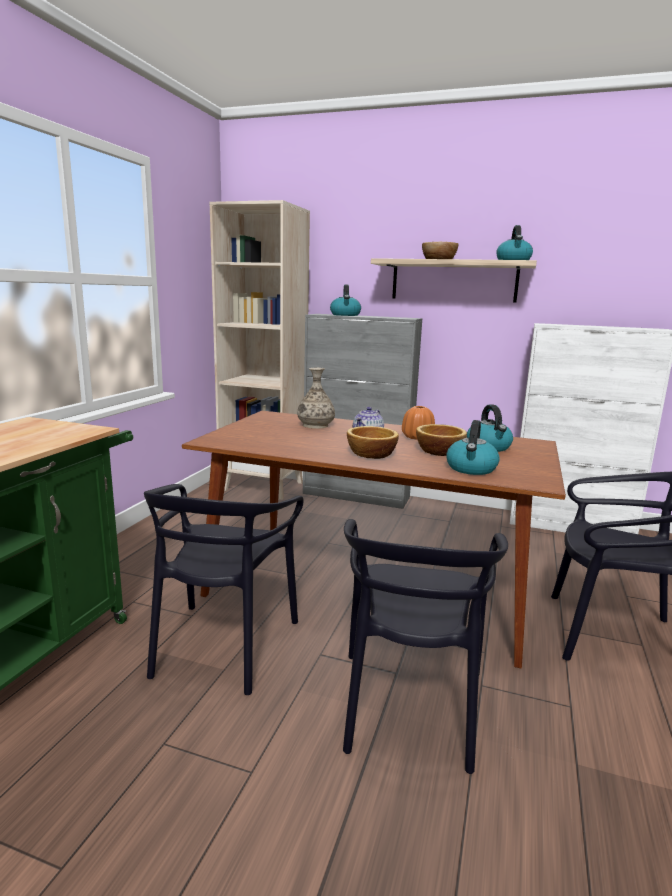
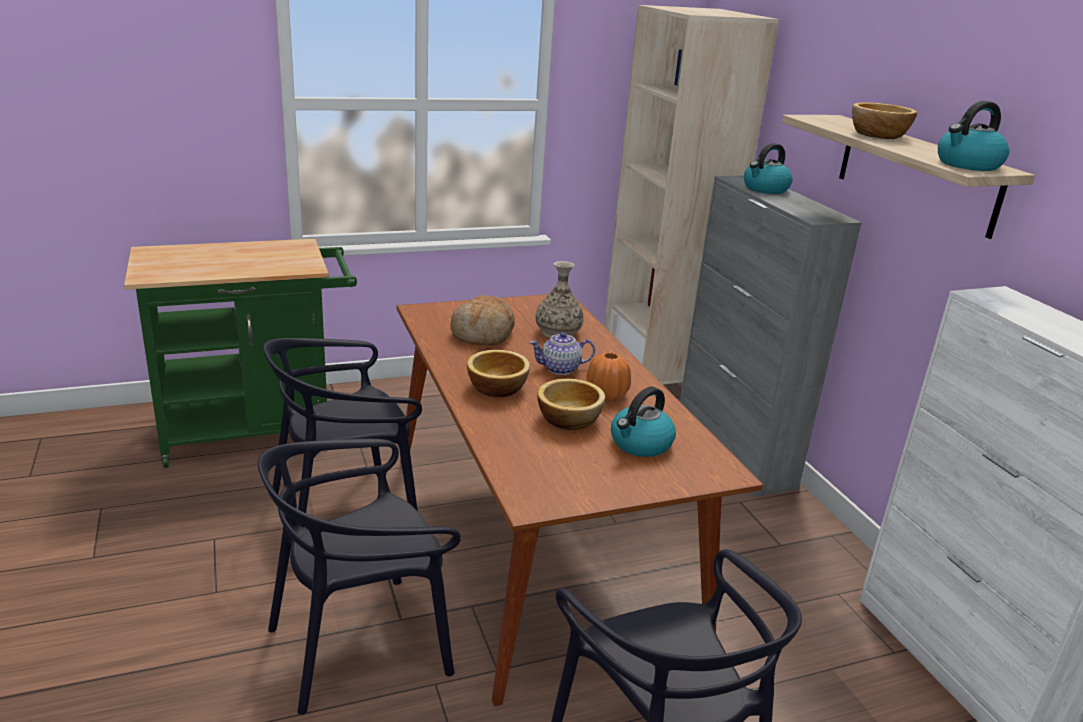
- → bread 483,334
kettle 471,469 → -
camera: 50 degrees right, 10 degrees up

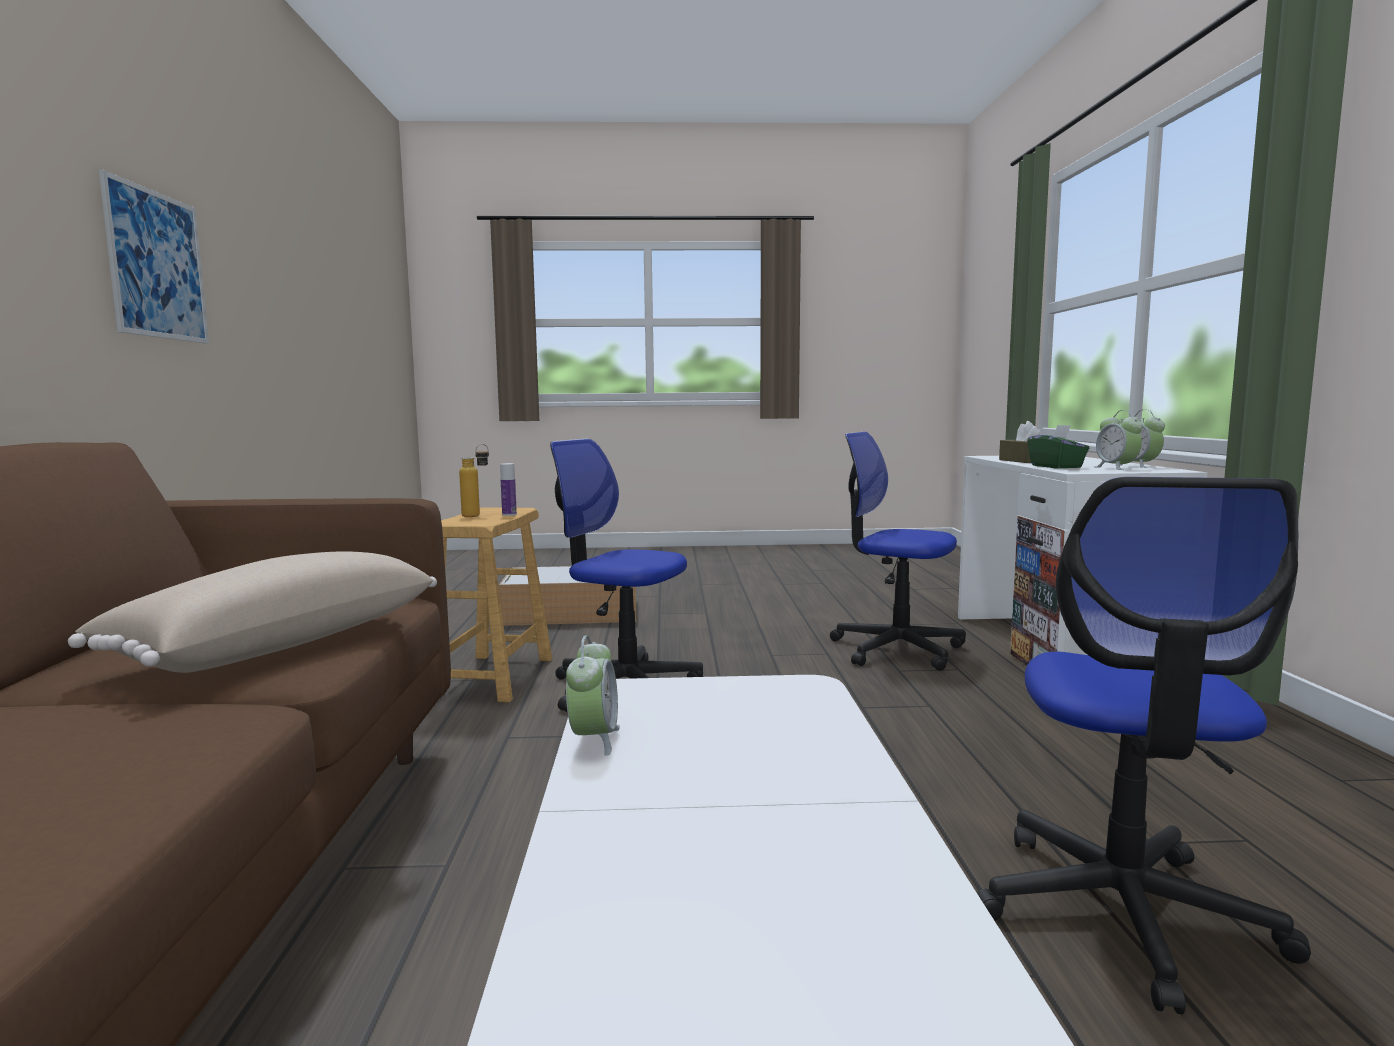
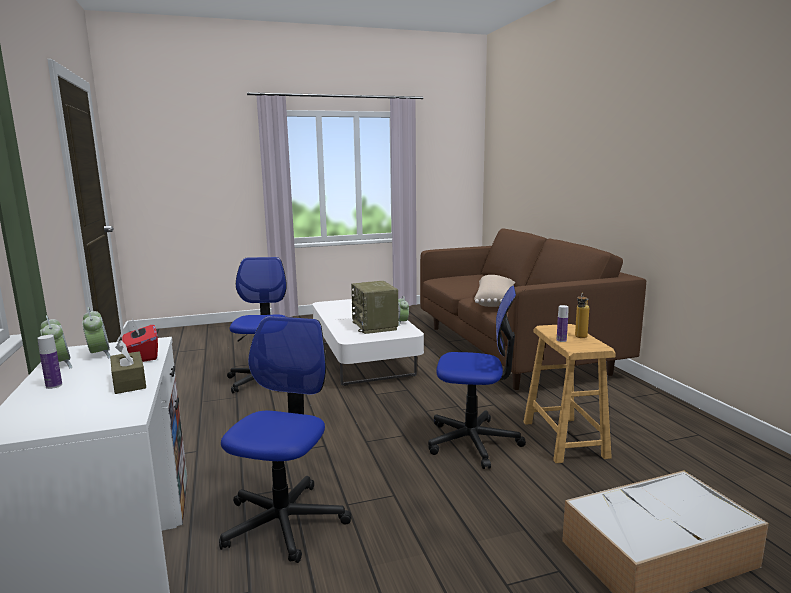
- → bottle 54,385
green tissue box 1056,467 → red tissue box 142,356
office chair 896,649 → office chair 284,522, 90 degrees counterclockwise
- → radio 375,326
picture 157,265 → -
camera: 165 degrees right, 5 degrees up

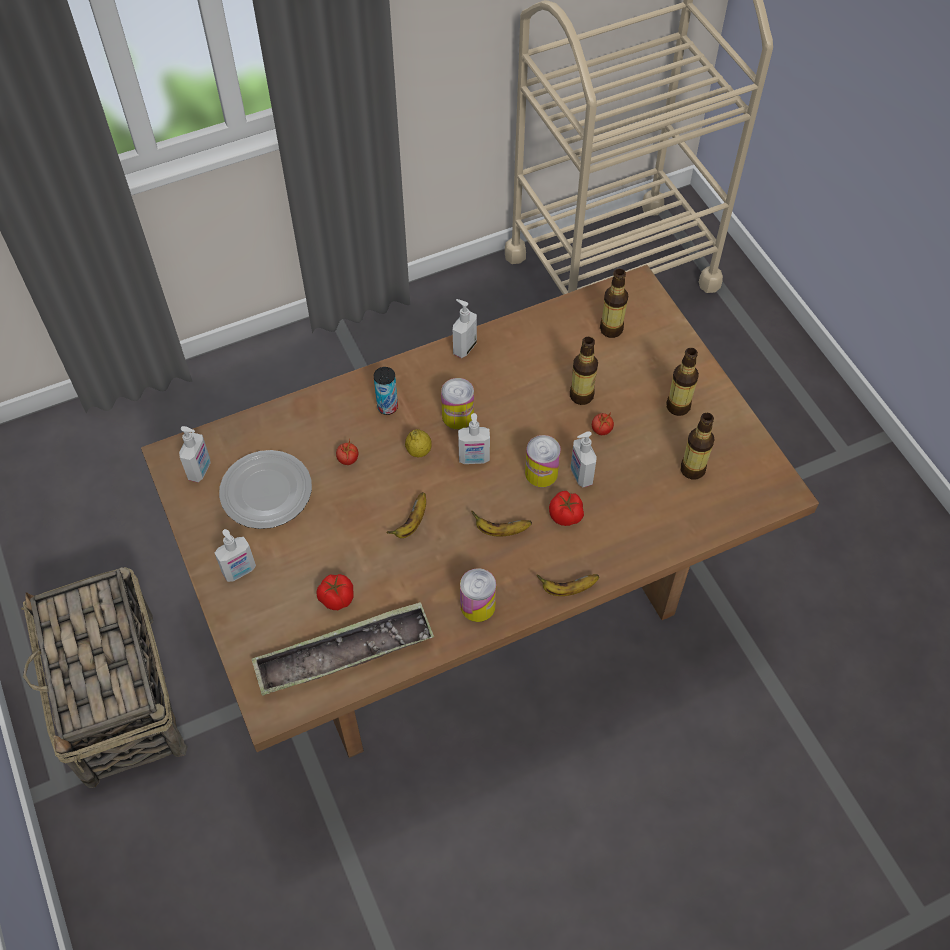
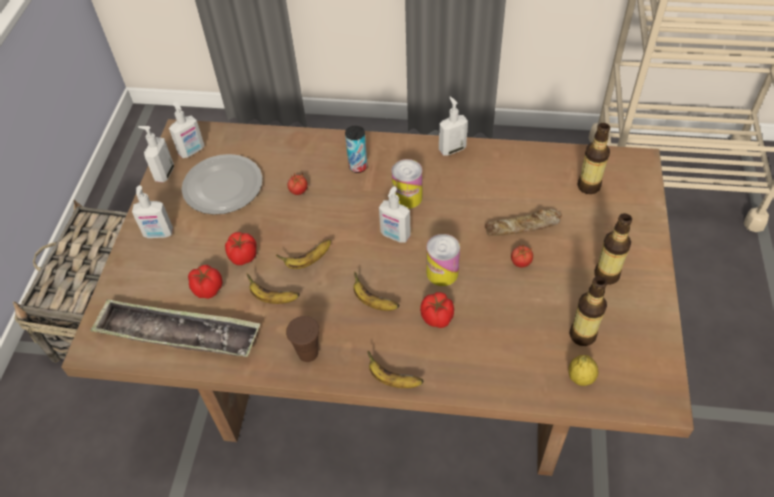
soap dispenser 580,475 → soap dispenser 164,173, move
- → tomato 243,256
- → banana 273,298
can 477,606 → brown cup 308,353
bottle 581,395 → bread 523,227
lemon 419,451 → lemon 580,378, move
camera: 35 degrees right, 5 degrees down

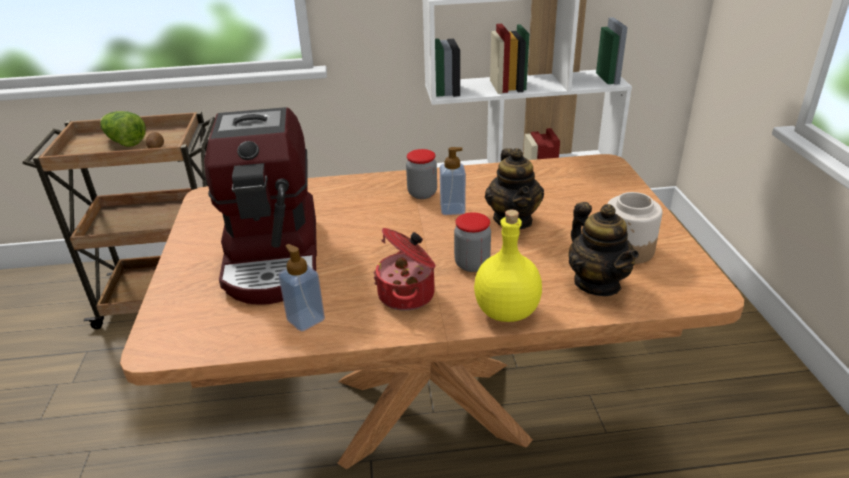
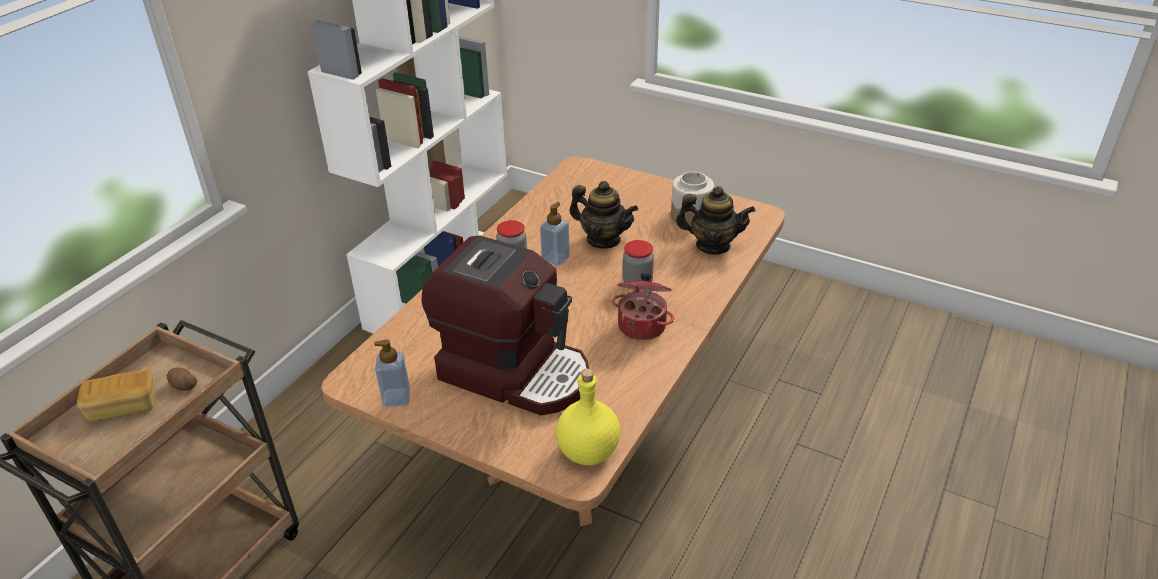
lettuce 124,141 → bread 123,407
soap dispenser 305,319 → soap dispenser 396,398, move
yellow bottle 507,312 → yellow bottle 589,451, move
camera: 55 degrees left, 5 degrees up

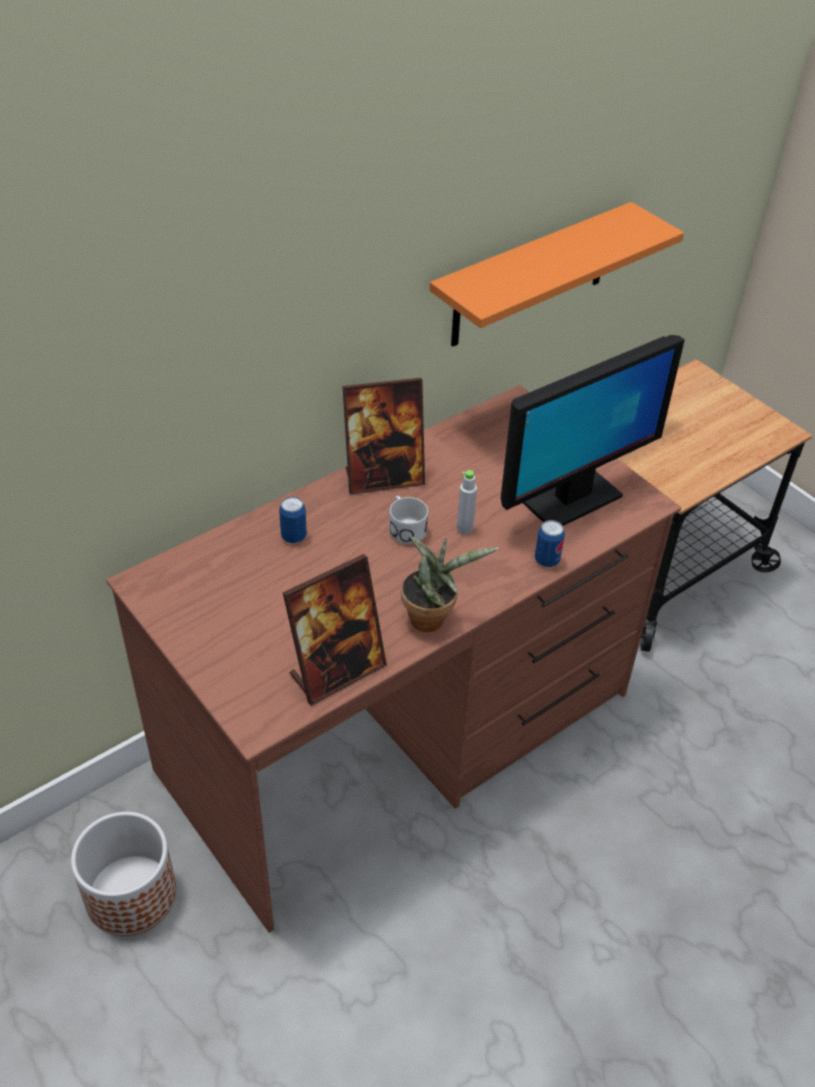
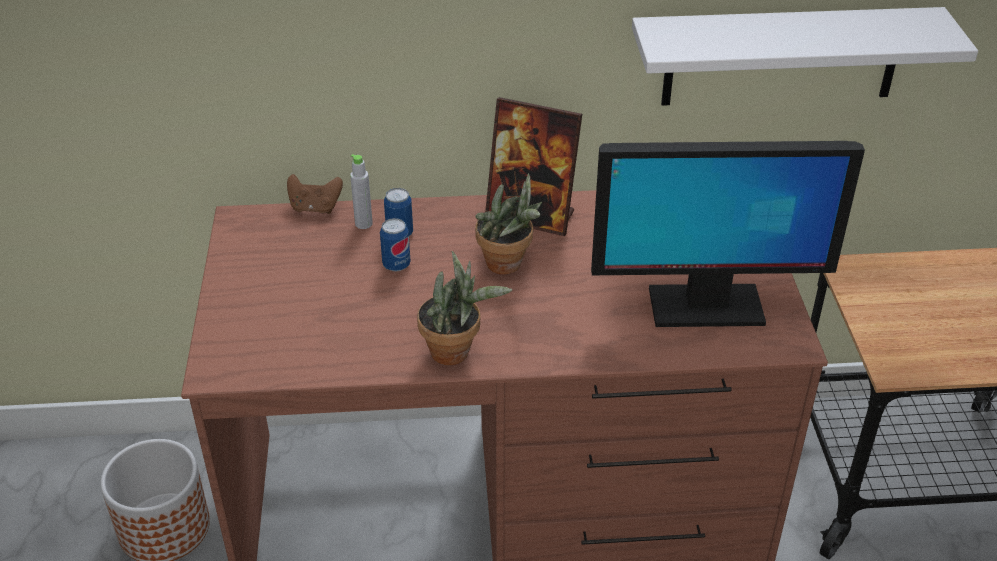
- → brown game controller 315,208
grey bottle 464,529 → grey bottle 363,224, move
can 547,560 → can 396,265, move
white mug 405,527 → potted plant 509,265
orange shelf 531,276 → white shelf 782,56
picture frame 337,671 → -
camera: 35 degrees right, 5 degrees down

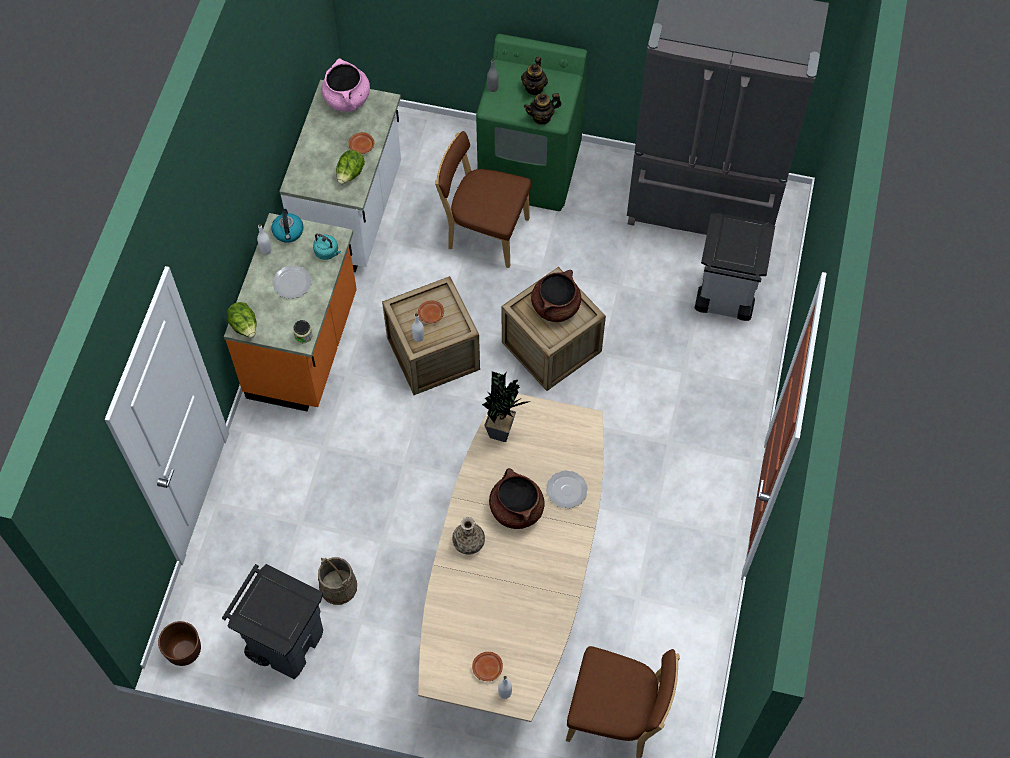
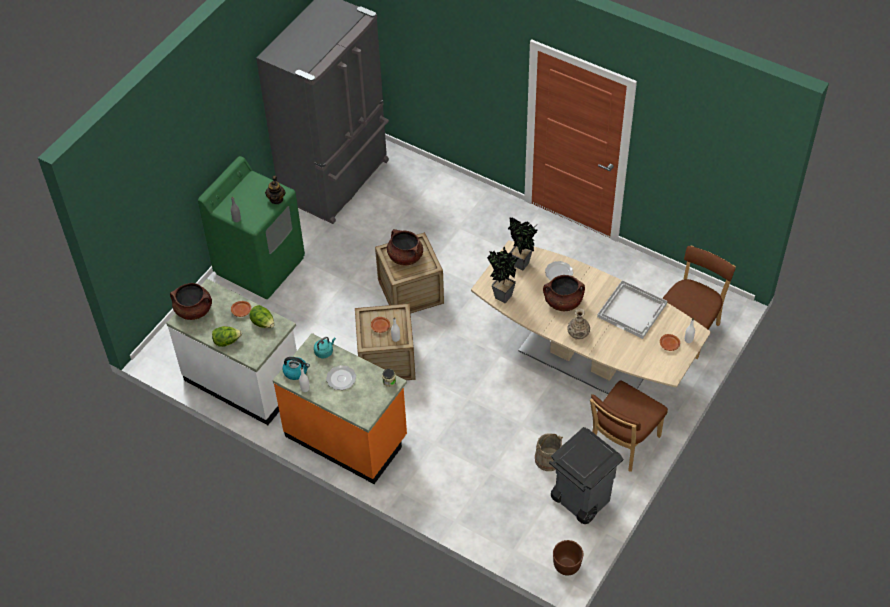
pink cooking pot 347,99 → brown cooking pot 194,310
lettuce 245,326 → lettuce 227,341, move
- → potted plant 522,266
brown chair 484,232 → brown chair 622,443, move
- → white tray 632,310
teapot 534,88 → -
grey trash can 724,298 → -
camera: 70 degrees left, 10 degrees down

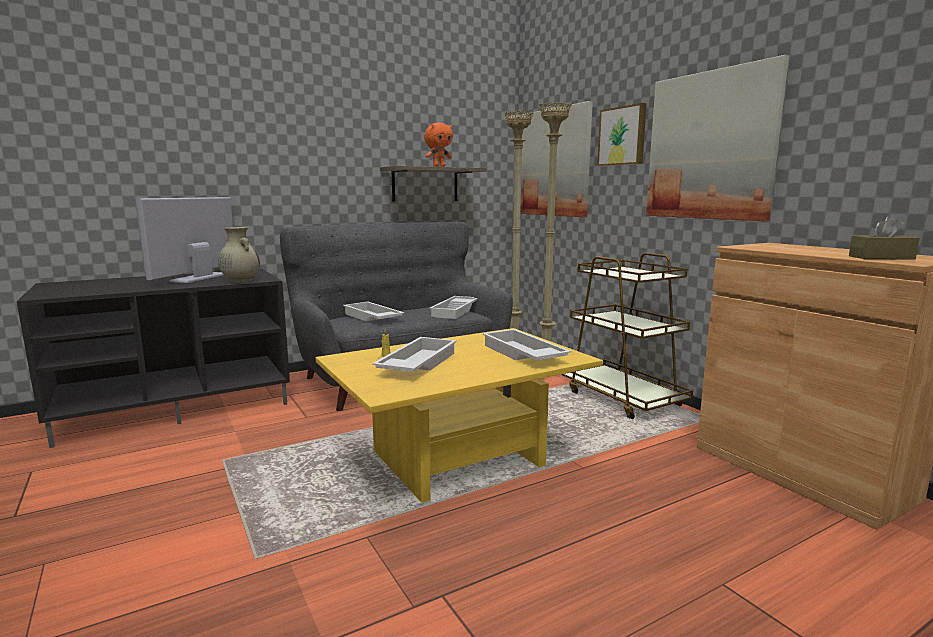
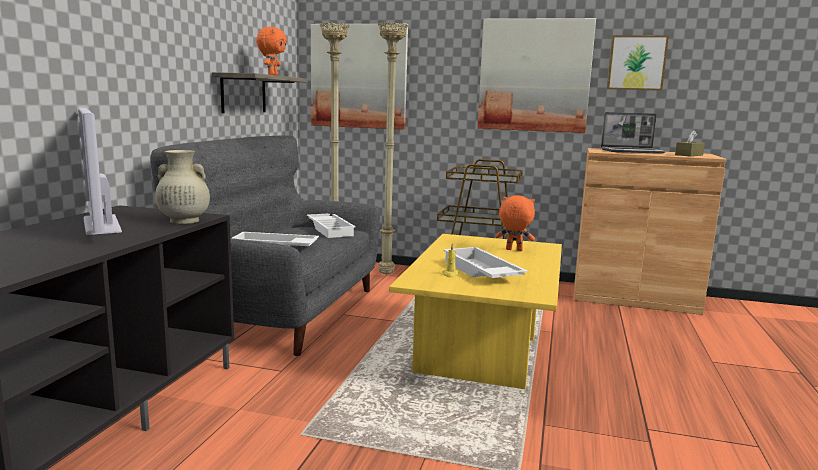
white tray 522,354 → orange plush toy 513,250
- → laptop 632,151
picture 623,136 → picture 636,63, move
camera: 45 degrees left, 0 degrees up

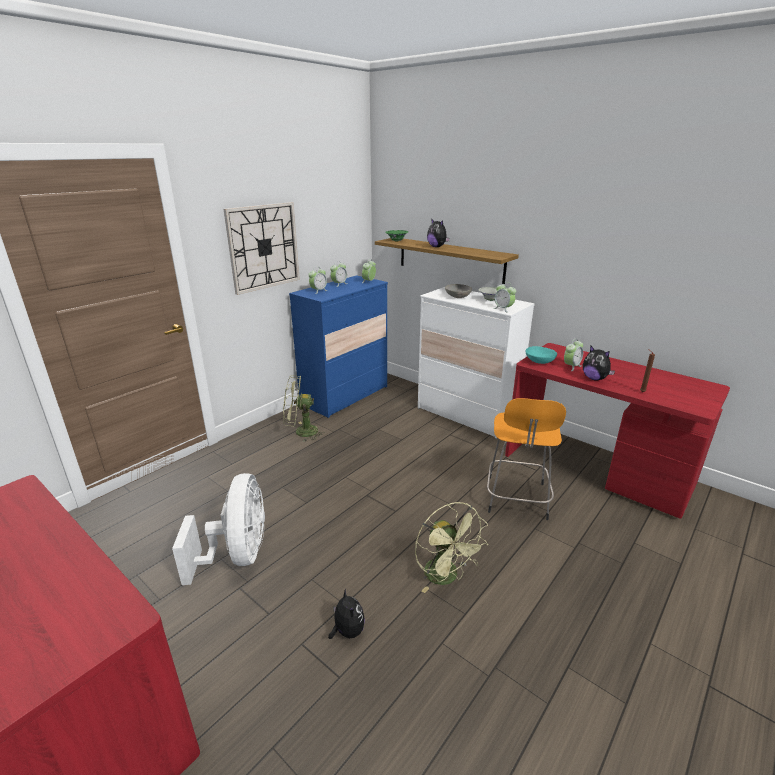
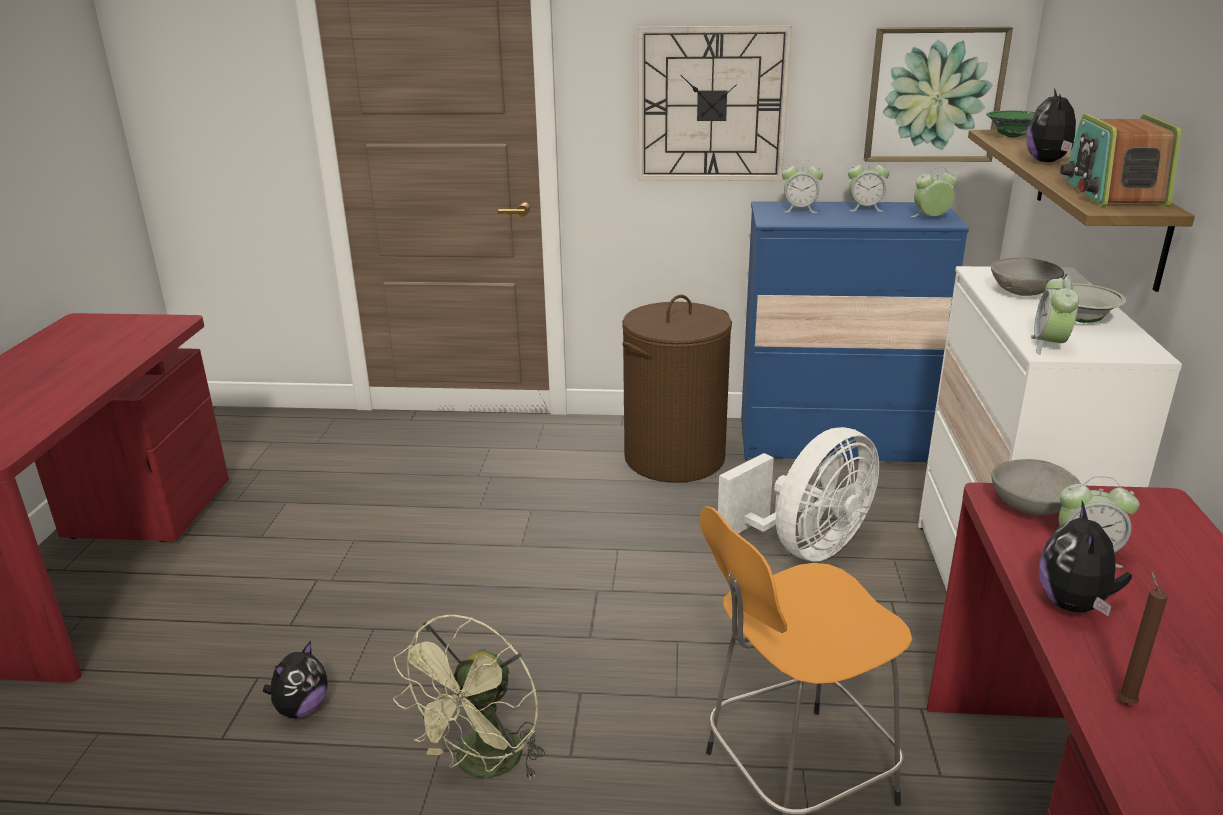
green fan 301,432 → brown laundry basket 674,458
white fan 238,555 → white fan 805,547, move
- → picture 934,95
turquoise bowl 539,362 → grey bowl 1030,506
- → radio 1112,193
camera: 55 degrees right, 0 degrees up

